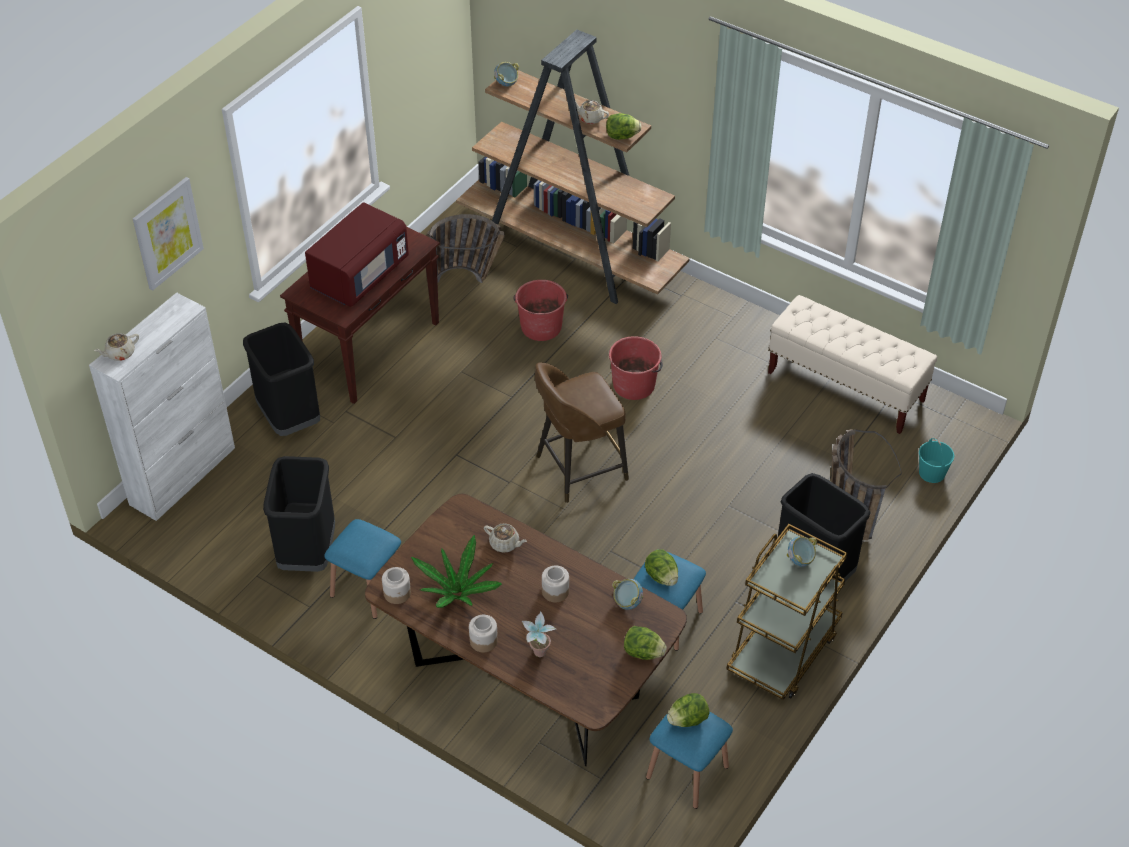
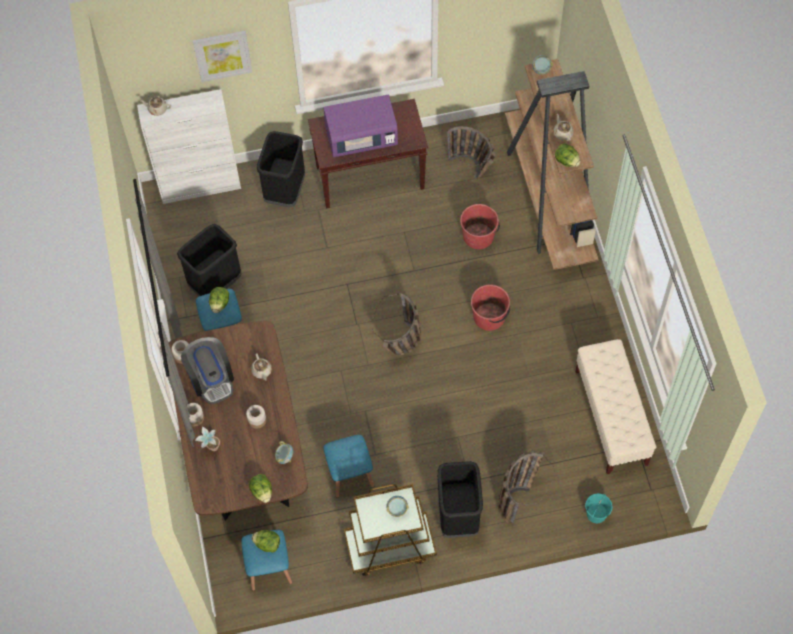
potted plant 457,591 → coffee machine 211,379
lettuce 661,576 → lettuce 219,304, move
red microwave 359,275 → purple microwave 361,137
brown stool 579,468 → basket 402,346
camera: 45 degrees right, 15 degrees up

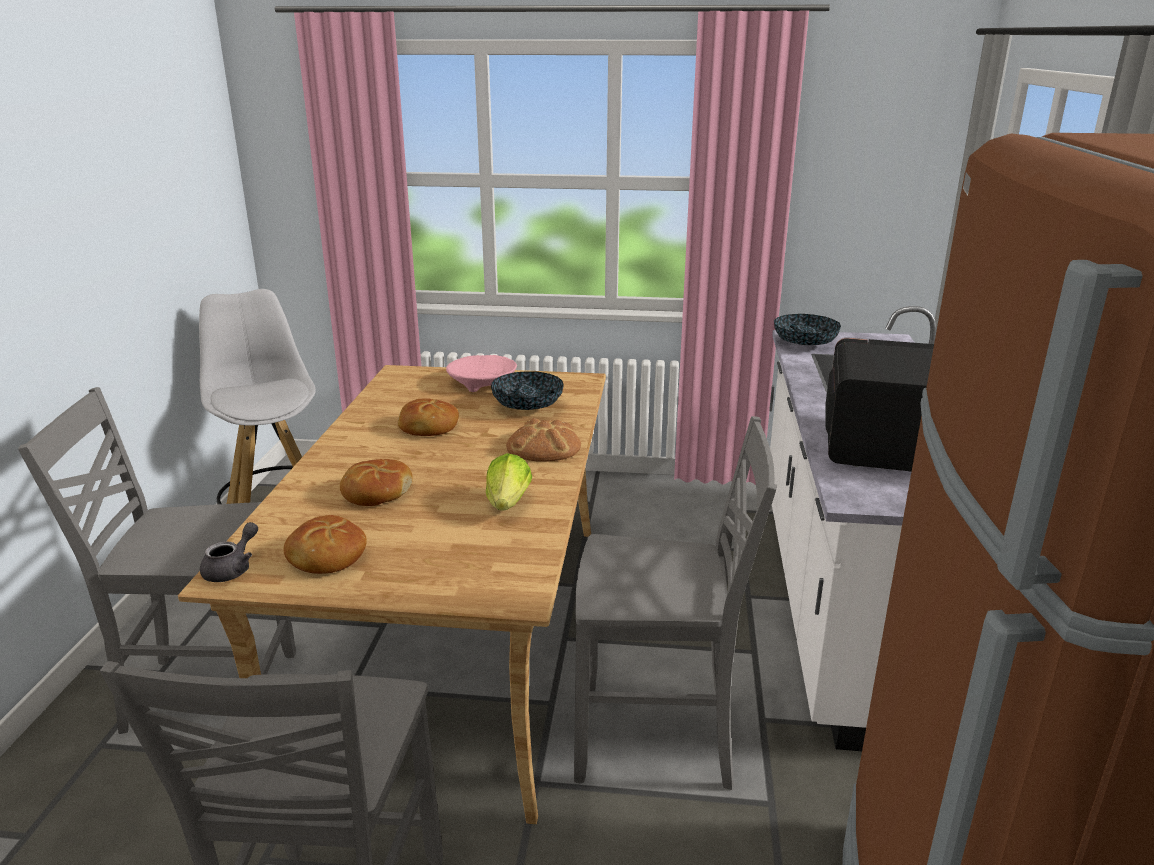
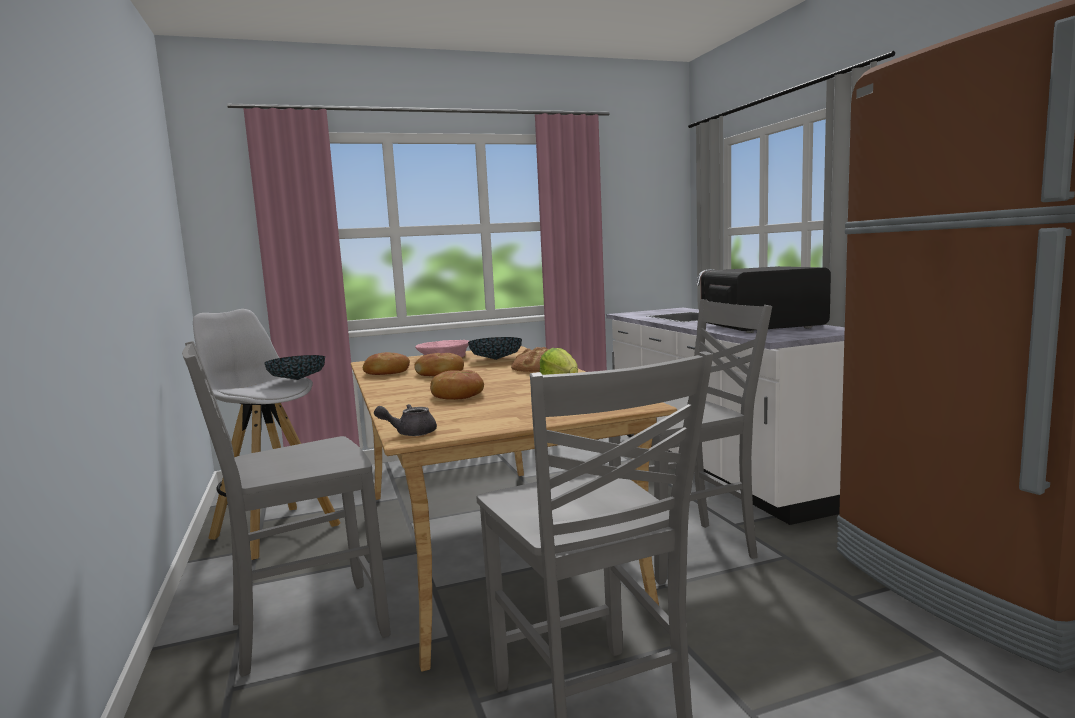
bowl 804,345 → bowl 297,379, move
bread 326,557 → bread 386,372, move
grey teapot 233,569 → grey teapot 410,433, 105 degrees counterclockwise
camera: 25 degrees left, 15 degrees down

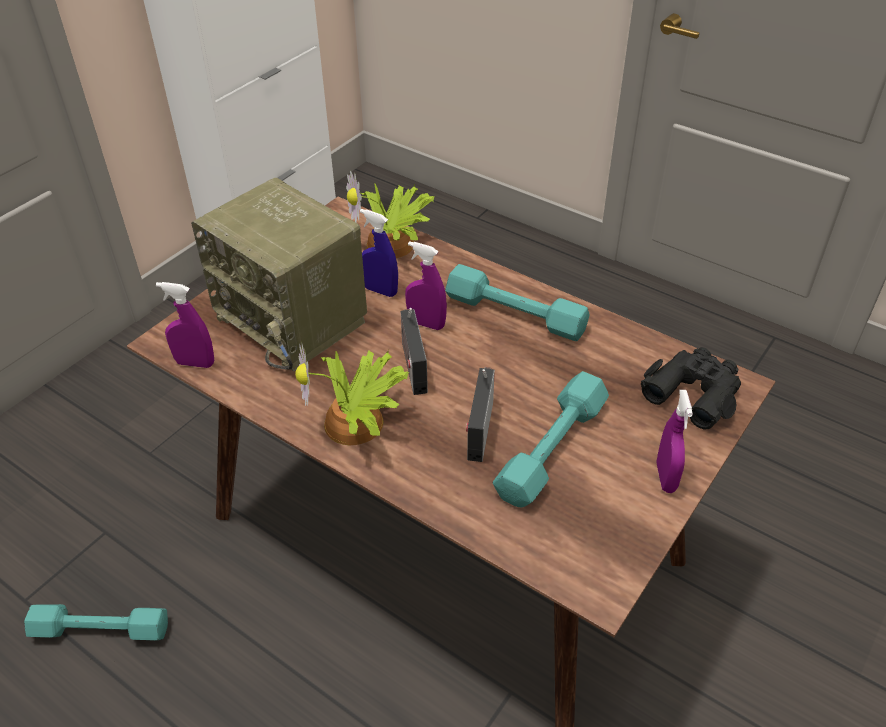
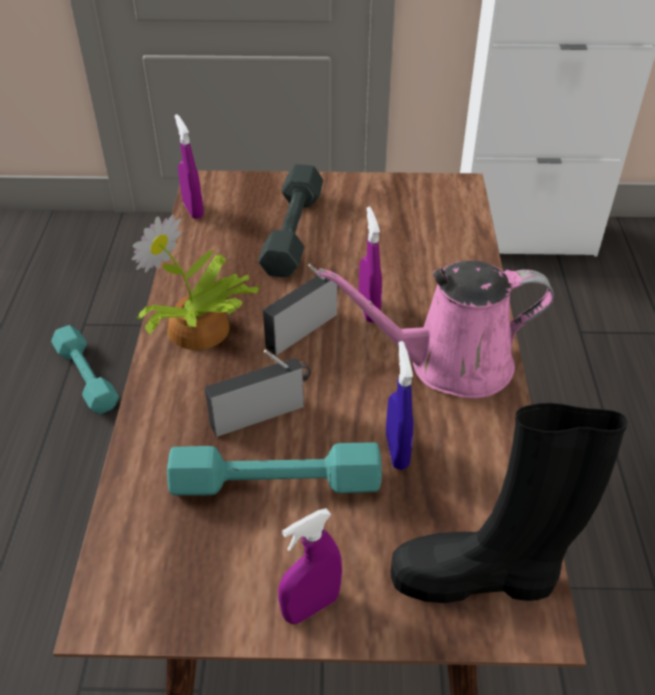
radio 294,319 → grey dumbbell 293,231
turquoise dumbbell 515,313 → pink watering can 450,364
blue spray bottle 380,291 → blue spray bottle 397,451, move
black binoculars 694,392 → black boot 478,577
potted plant 393,245 → -
camera: 55 degrees right, 0 degrees up

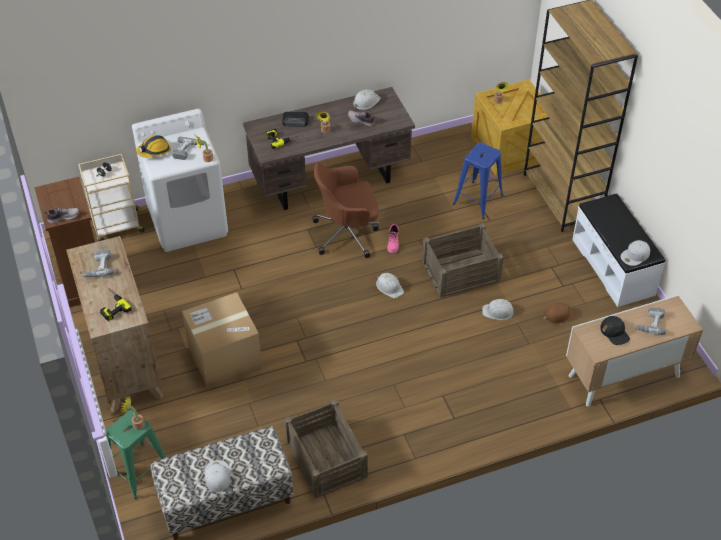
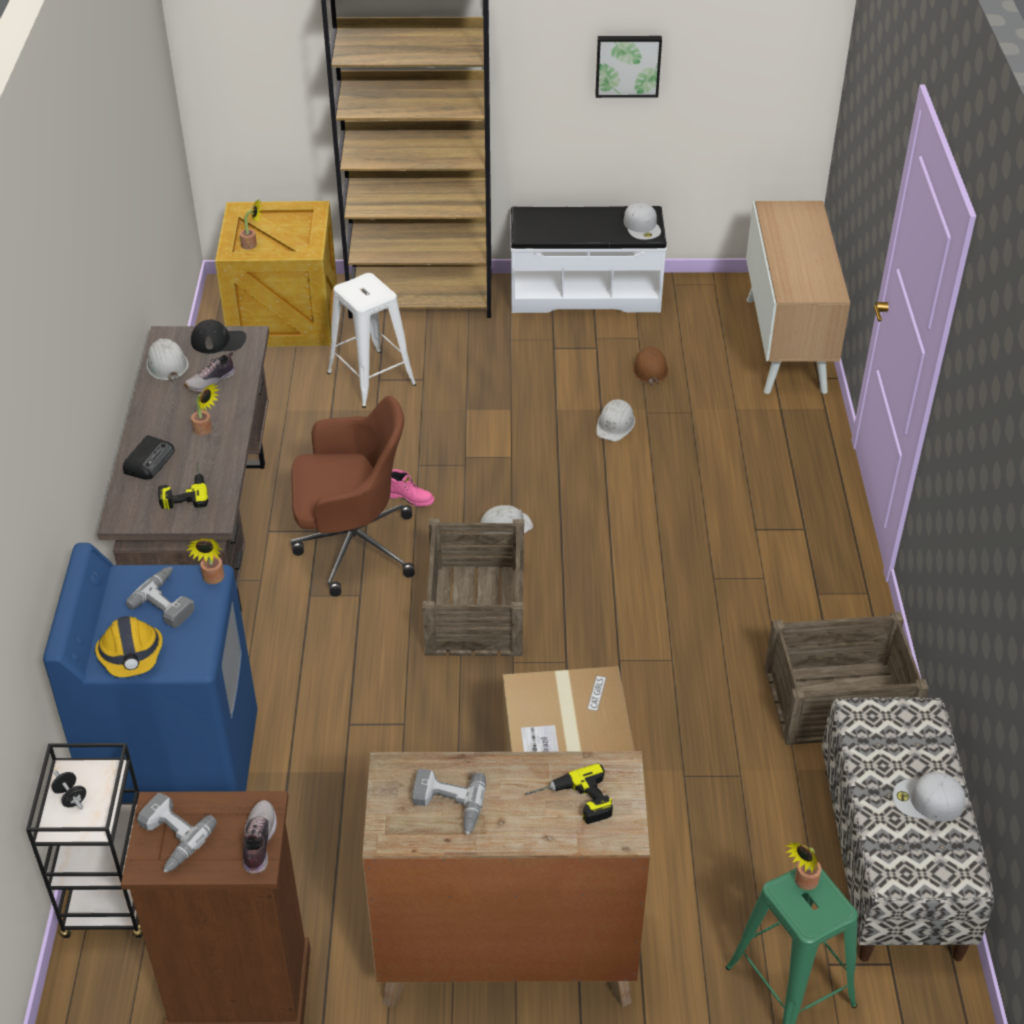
beige cart 117,226 → black cart 112,896
white washing machine 188,221 → blue washing machine 177,767
power drill 649,323 → power drill 169,838, move
black cap 615,332 → black cap 219,341, move
brown office chair 347,234 → brown office chair 352,547, 105 degrees counterclockwise
blue stool 478,200 → white stool 371,379
crate 461,271 → crate 476,609, move
- → picture 628,65
camera: 70 degrees left, 5 degrees down

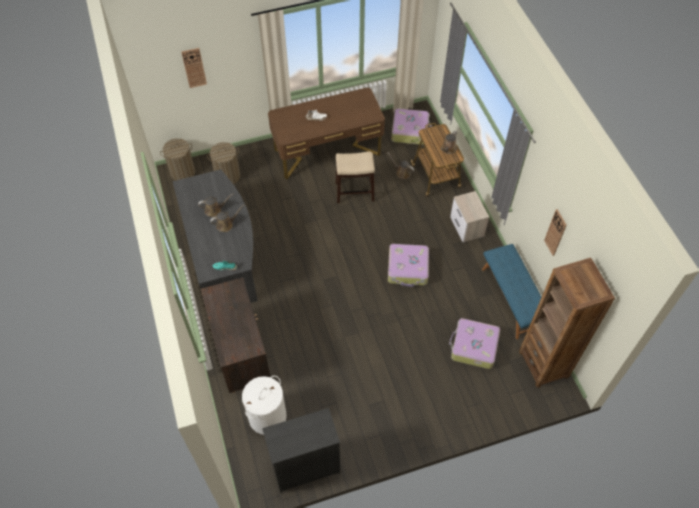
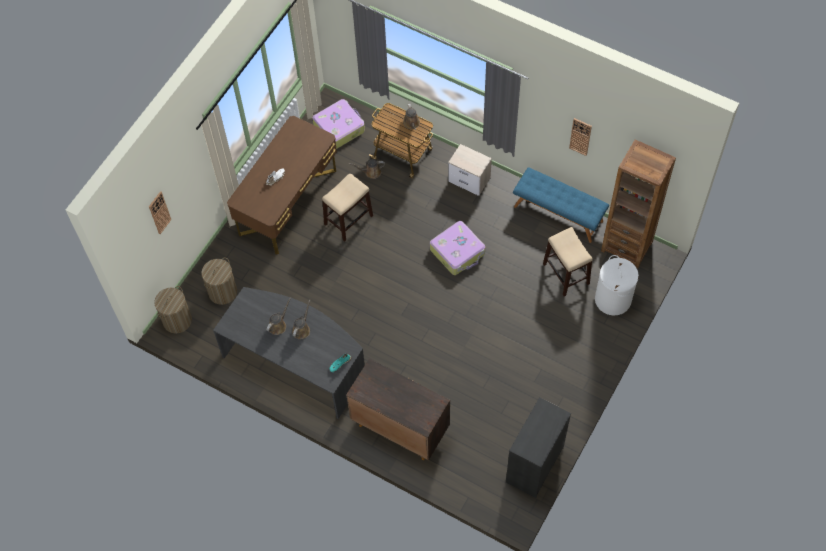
suitcase 473,347 → stool 566,274
white laundry basket 267,417 → white laundry basket 613,299, move
camera: 40 degrees left, 5 degrees up

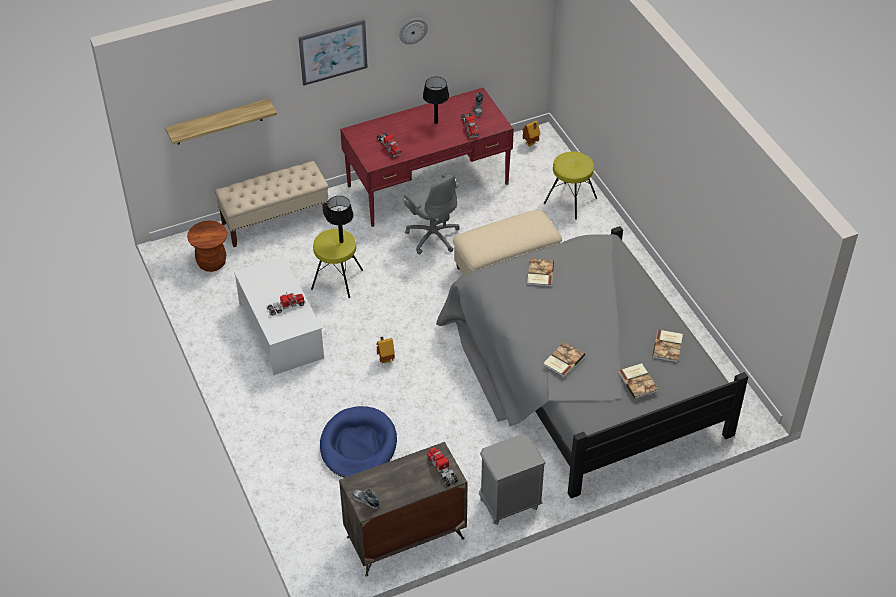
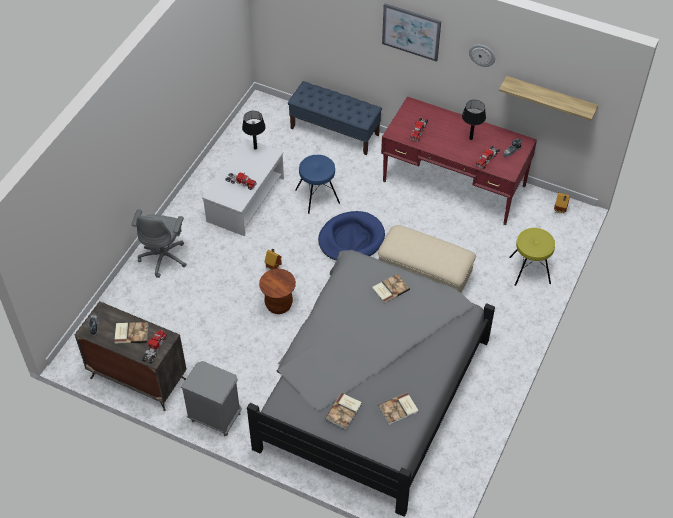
book 563,360 → book 131,333, move
grey office chair 432,236 → grey office chair 164,257, move
black table lamp 341,241 → black table lamp 255,148, move
brown stool 211,263 → brown stool 278,305, move
beige bench 275,220 → blue bench 335,131
yellow stool 337,279 → blue stool 317,196
blue dog bed 358,445 → blue dog bed 351,239, move
shelf 218,122 → shelf 550,98, move
camera: 50 degrees right, 5 degrees up

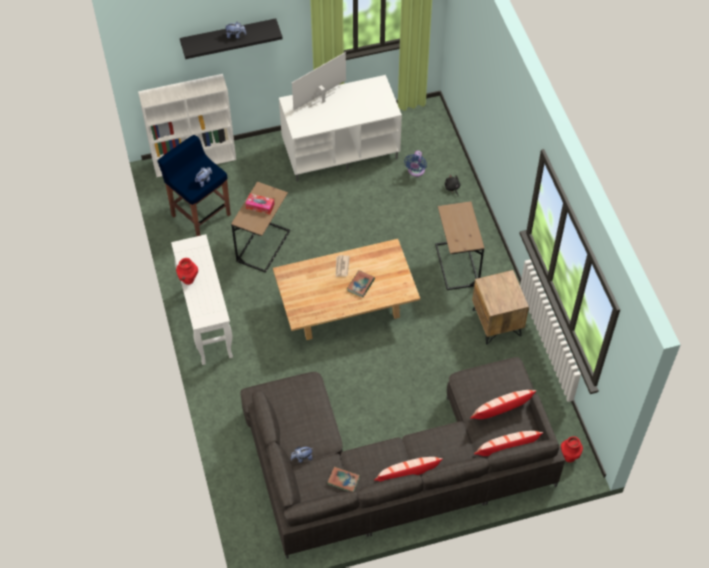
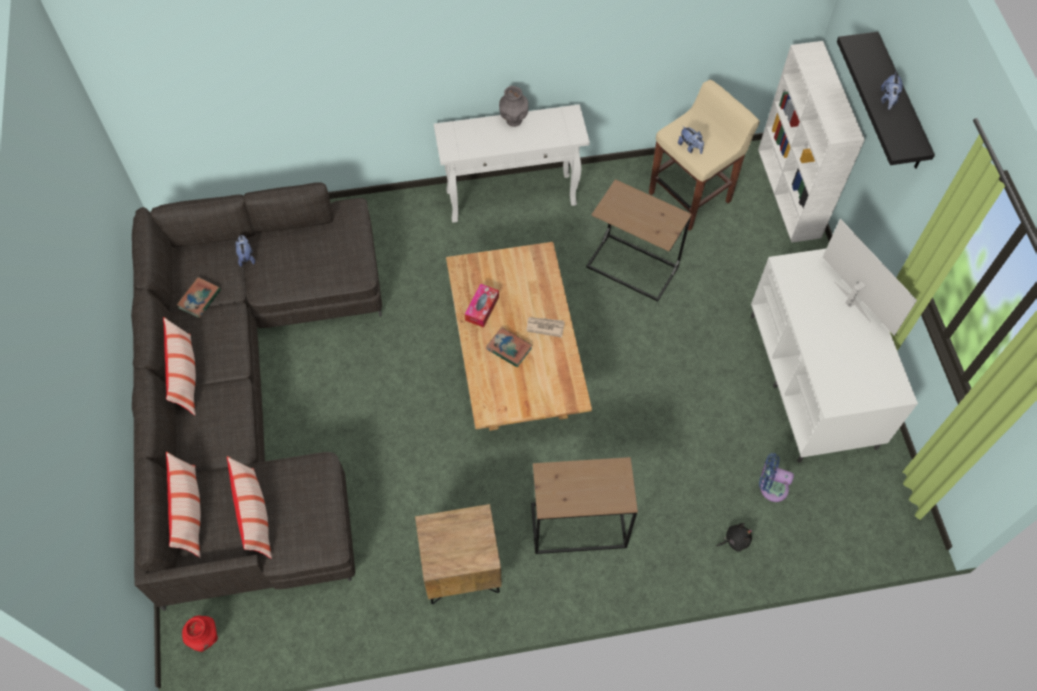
tissue box 260,206 → tissue box 482,308, move
red vase 188,280 → grey vase 513,121
blue stool 200,214 → beige stool 691,196
camera: 95 degrees right, 5 degrees up

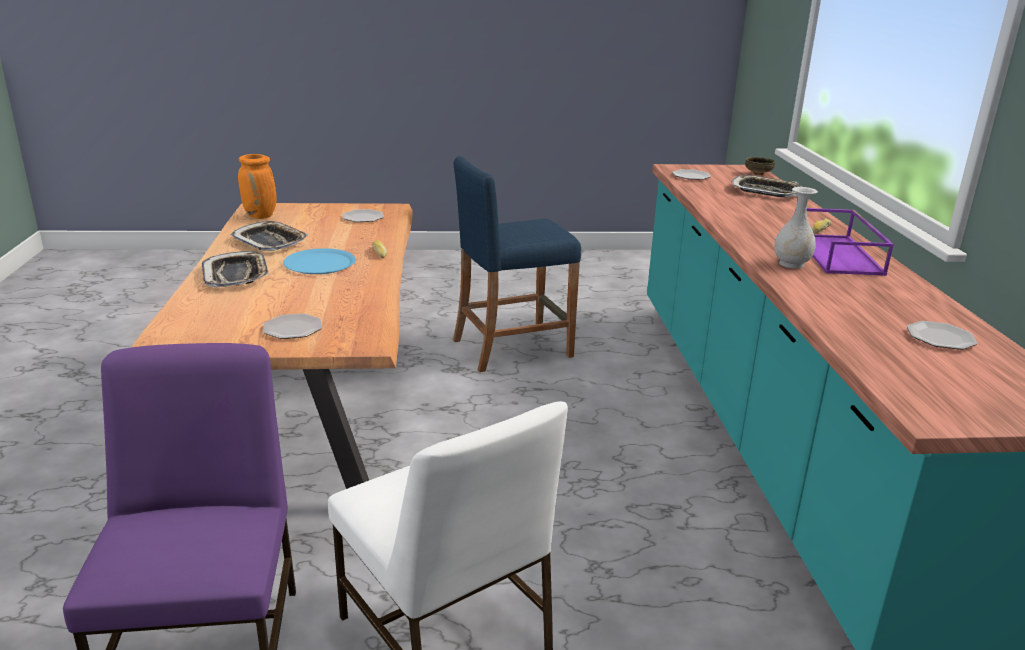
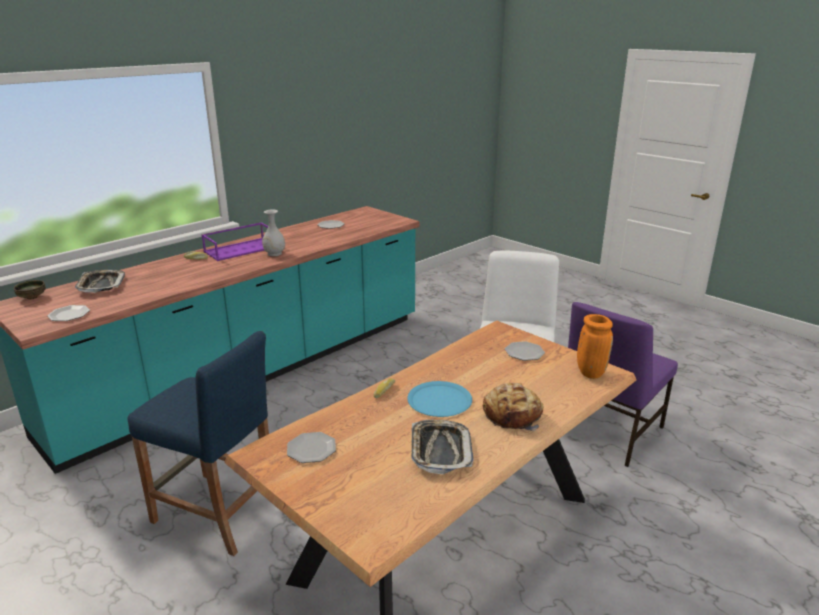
tray 236,275 → bread 512,415
orange vase 261,216 → orange vase 590,372, move
camera: 130 degrees left, 0 degrees up

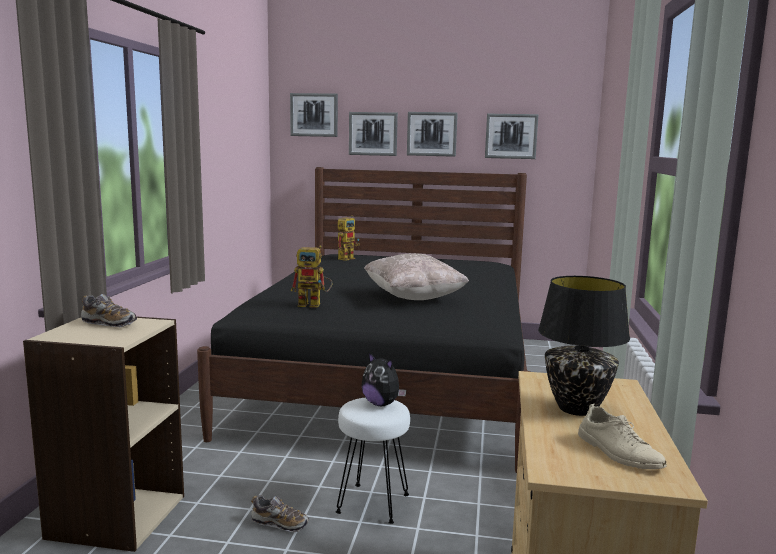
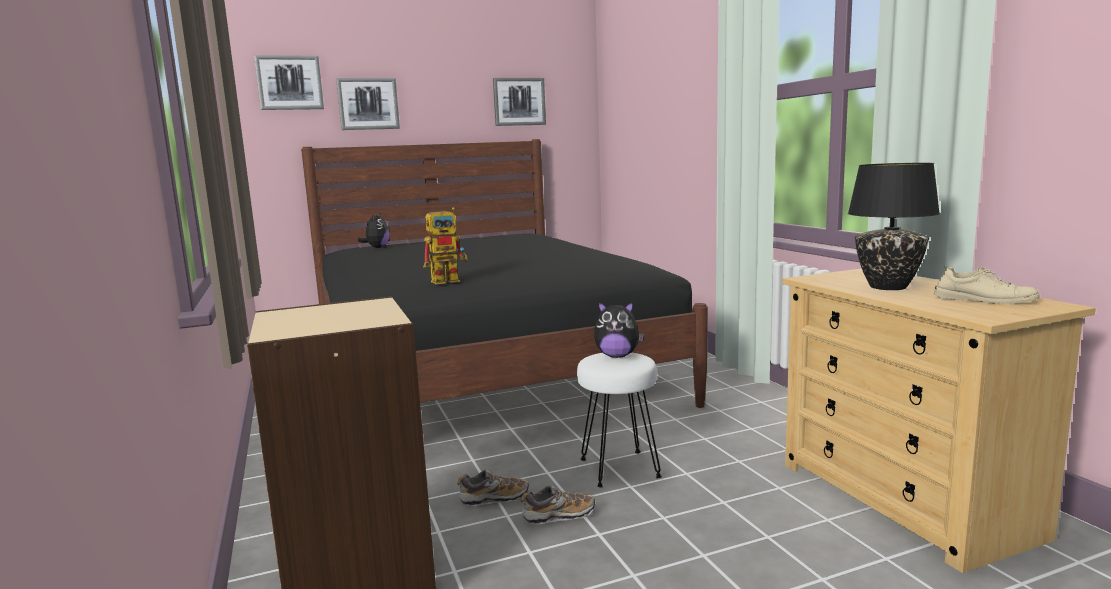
toy robot 347,258 → plush toy 377,248
shoe 109,323 → shoe 494,499, move
beige pillow 413,298 → -
picture 432,134 → -
camera: 30 degrees left, 0 degrees up

